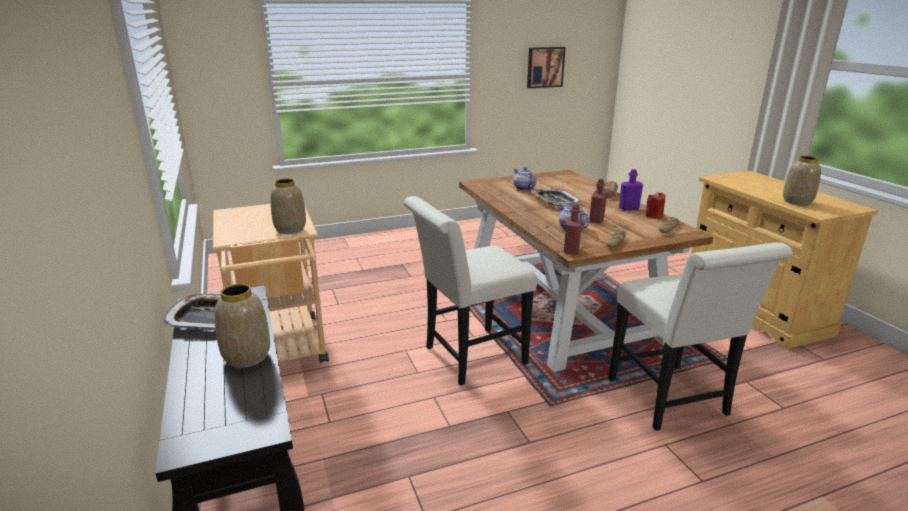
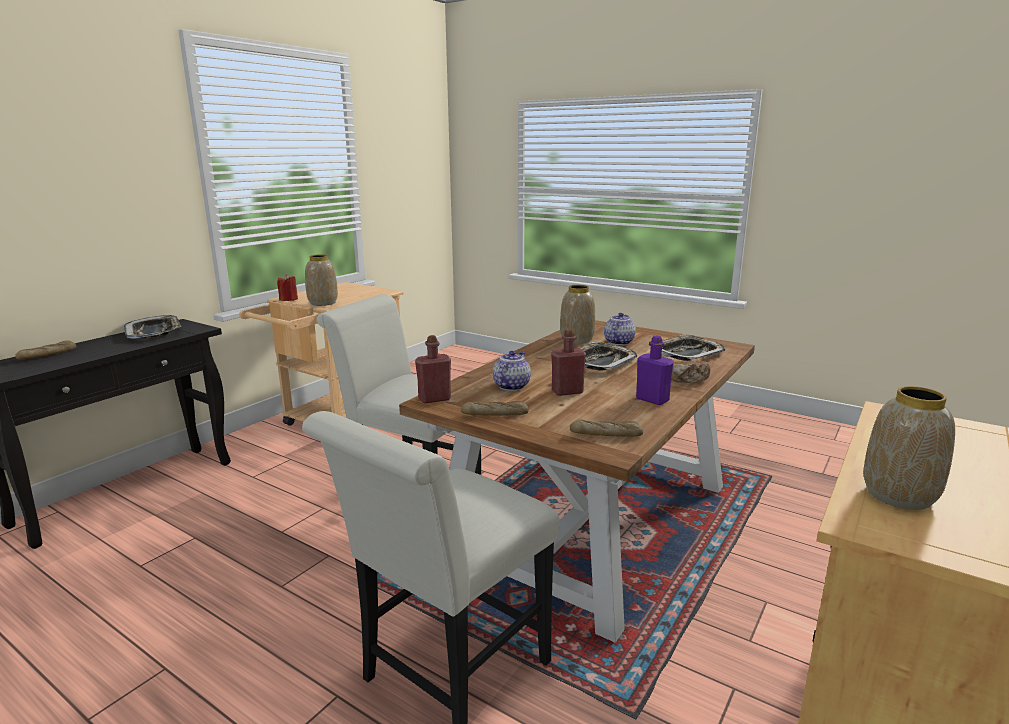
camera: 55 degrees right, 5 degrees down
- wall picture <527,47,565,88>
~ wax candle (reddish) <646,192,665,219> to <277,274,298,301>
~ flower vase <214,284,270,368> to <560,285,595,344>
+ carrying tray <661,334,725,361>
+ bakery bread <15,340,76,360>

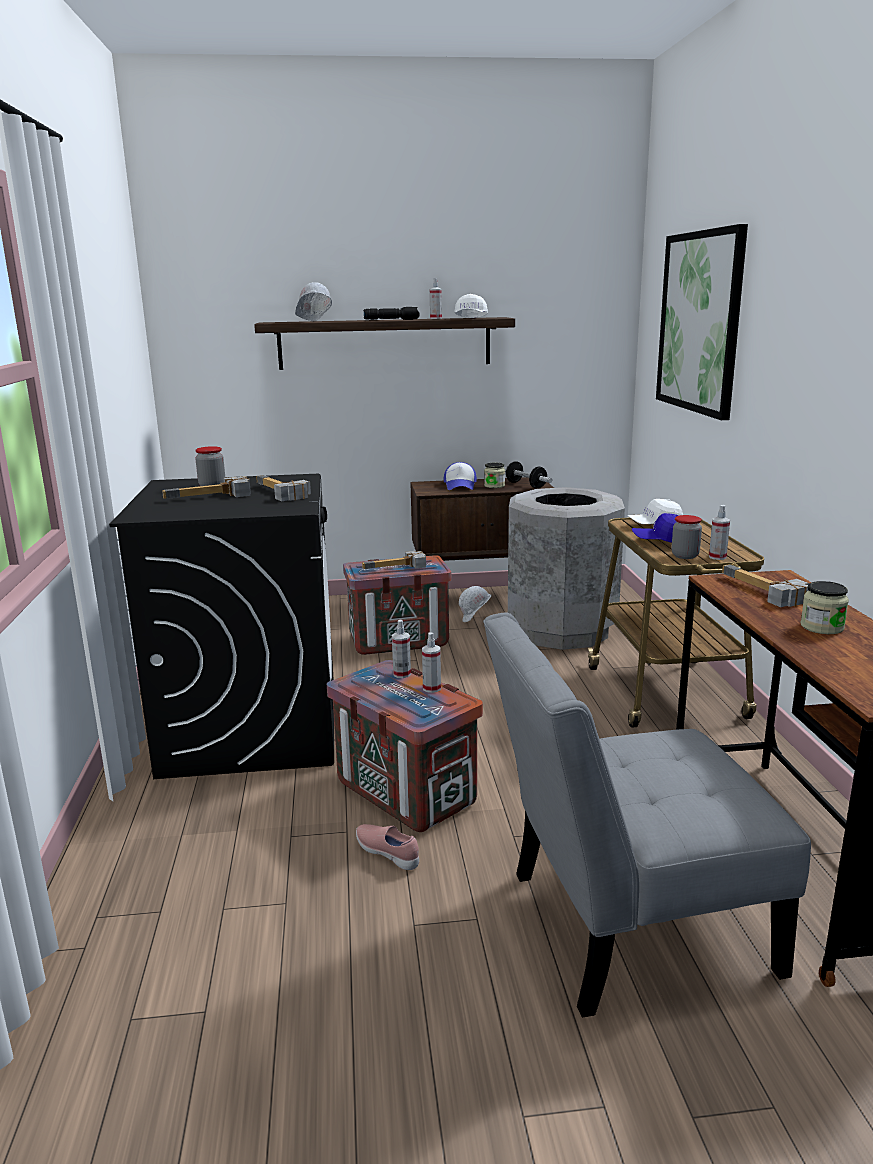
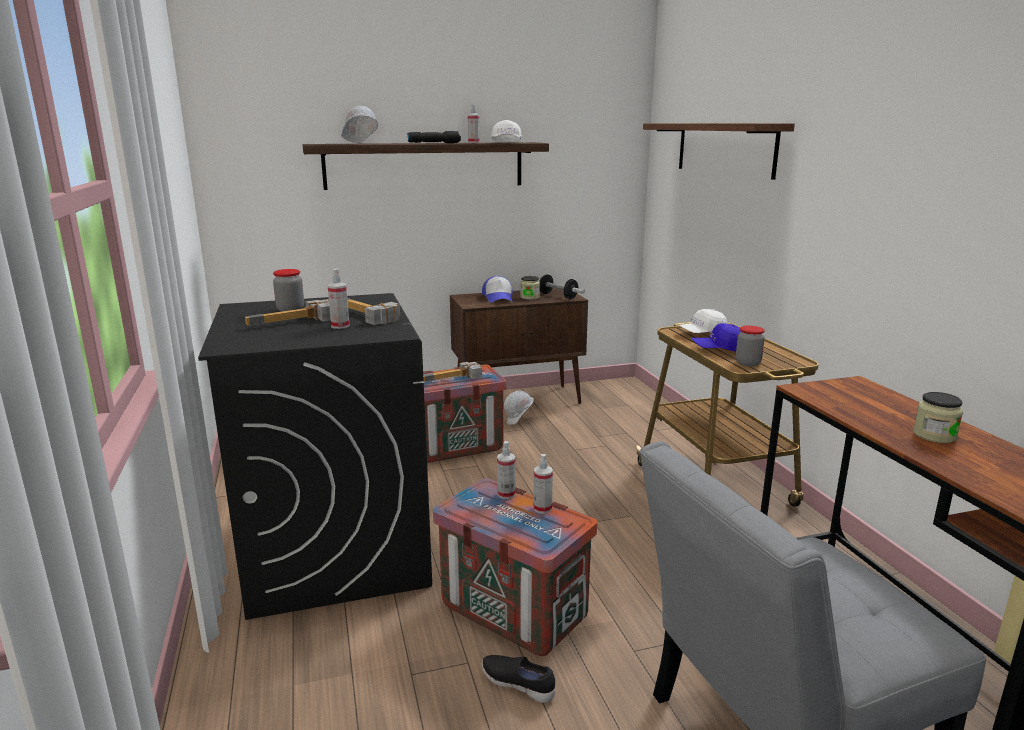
camera: 10 degrees left, 0 degrees up
~ wall picture <656,224,748,420> to bracket shelf <643,123,795,180>
- waste bin (grey) <508,487,625,650>
~ hand sprayer <709,505,730,560> to <328,268,349,329>
- hammer <722,564,809,607>
~ item of footwear (pink-coloured) <356,824,419,870> to item of footwear (black) <482,655,555,703>

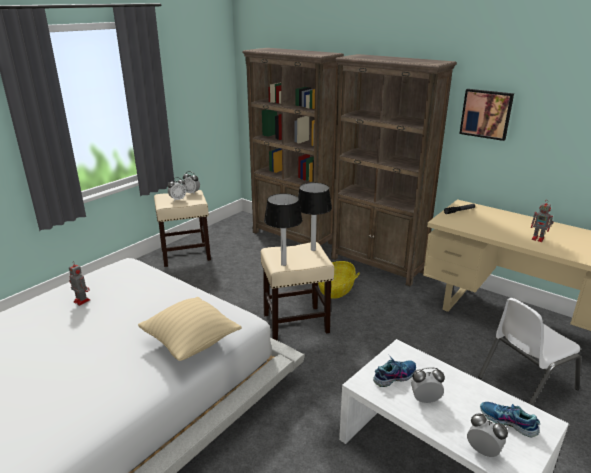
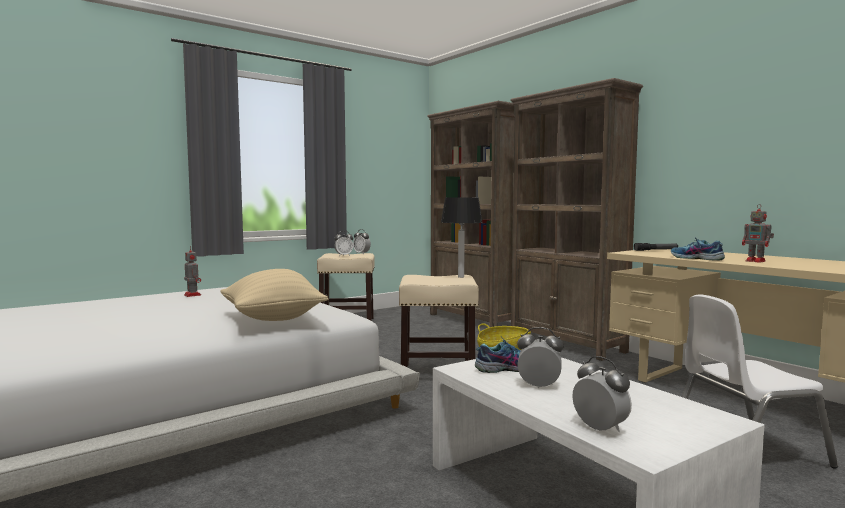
camera: 15 degrees right, 20 degrees down
- wall picture <459,89,514,141>
- table lamp <264,193,302,266>
~ item of footwear <480,402,540,437> to <671,238,725,261>

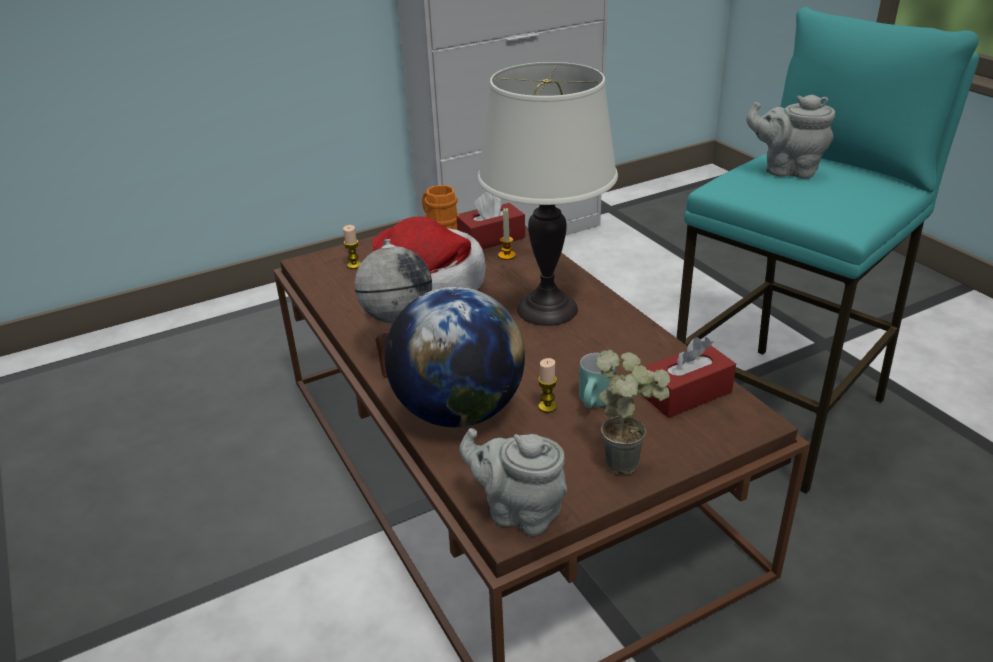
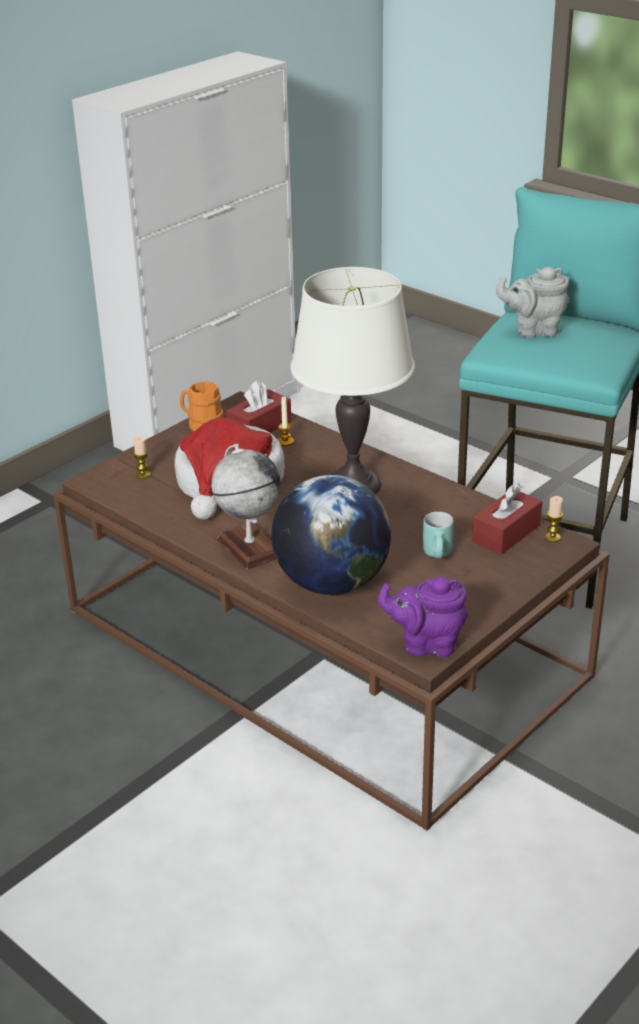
camera: 20 degrees left, 0 degrees up
- potted plant <597,350,670,475>
~ wax candle <538,358,557,413> to <545,496,563,542>
~ tea pot (grey) <459,428,567,536> to tea pot (purplish) <377,576,468,657>

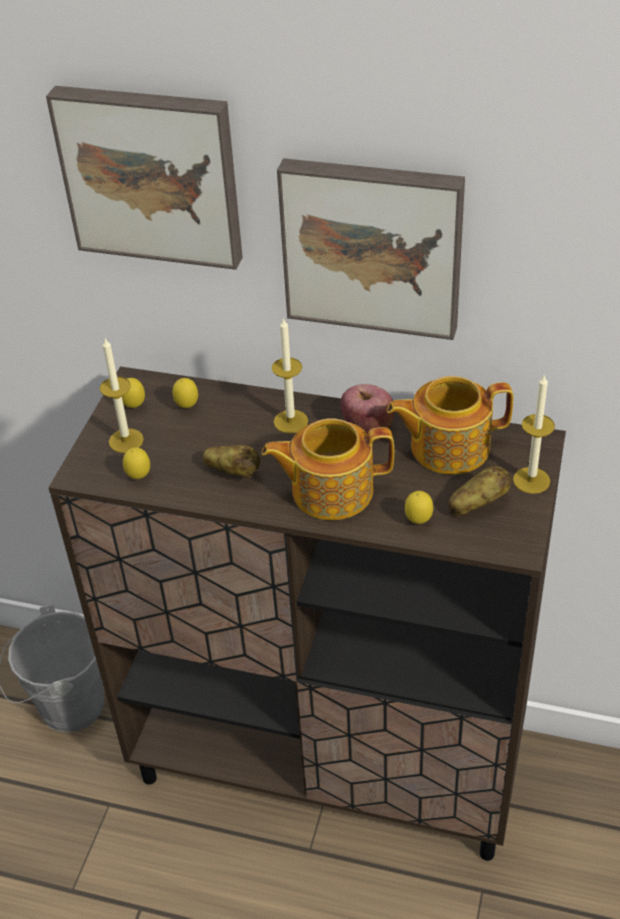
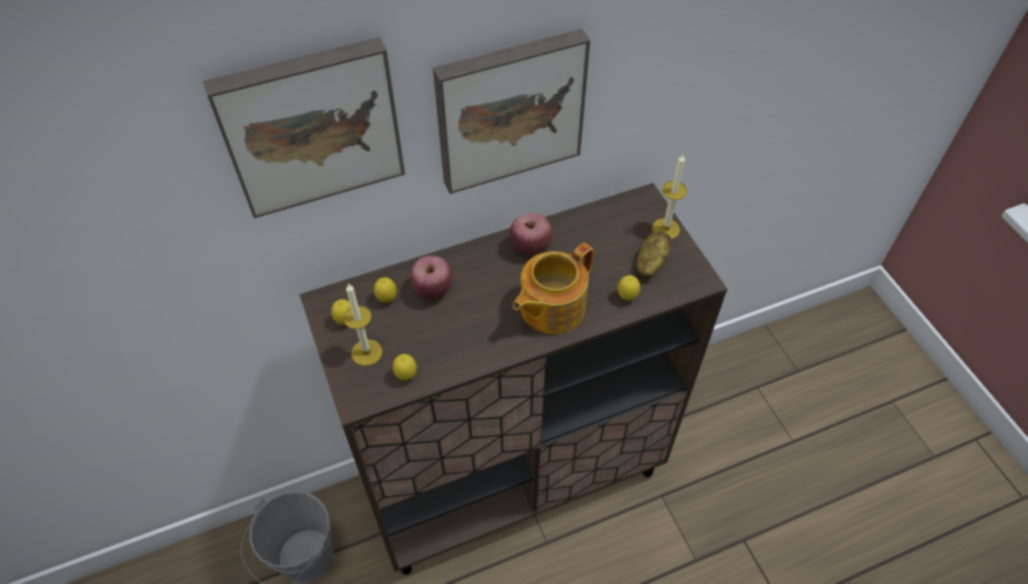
camera: 40 degrees left, 10 degrees up
- wax candle <272,317,308,434>
- tea pot <387,376,513,475>
- potato <203,445,261,478>
+ apple fruit <410,255,453,299>

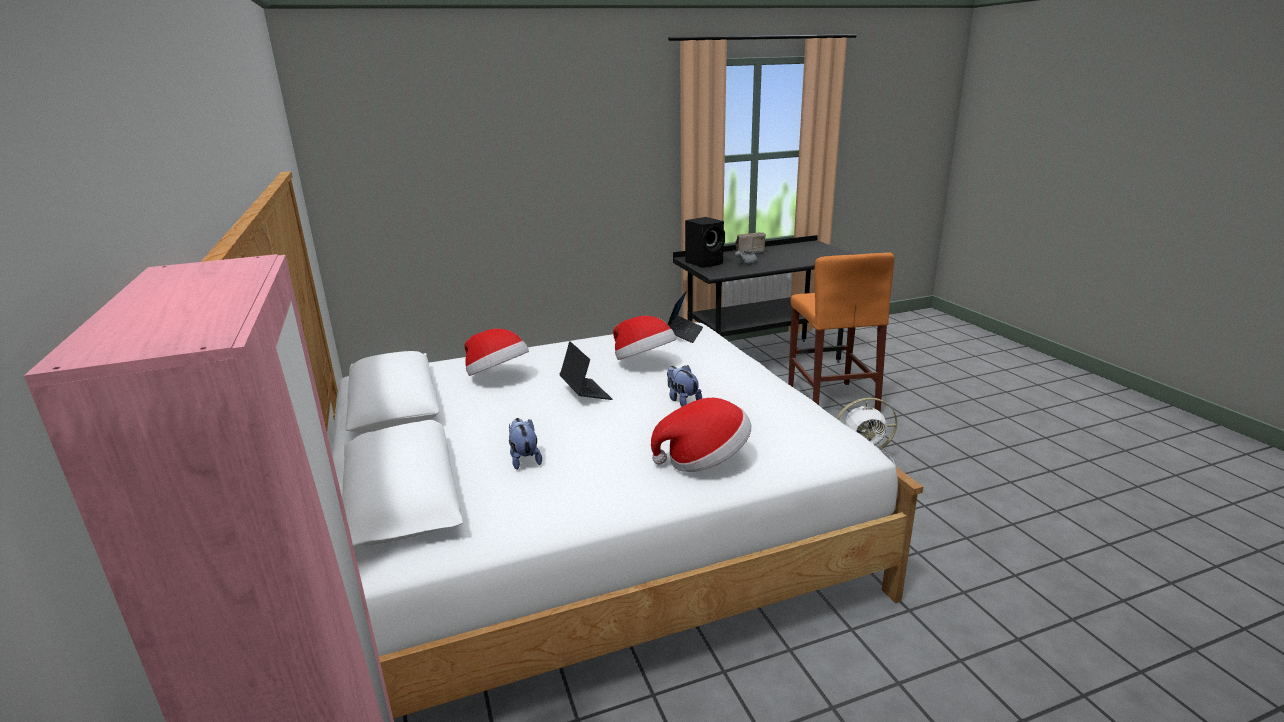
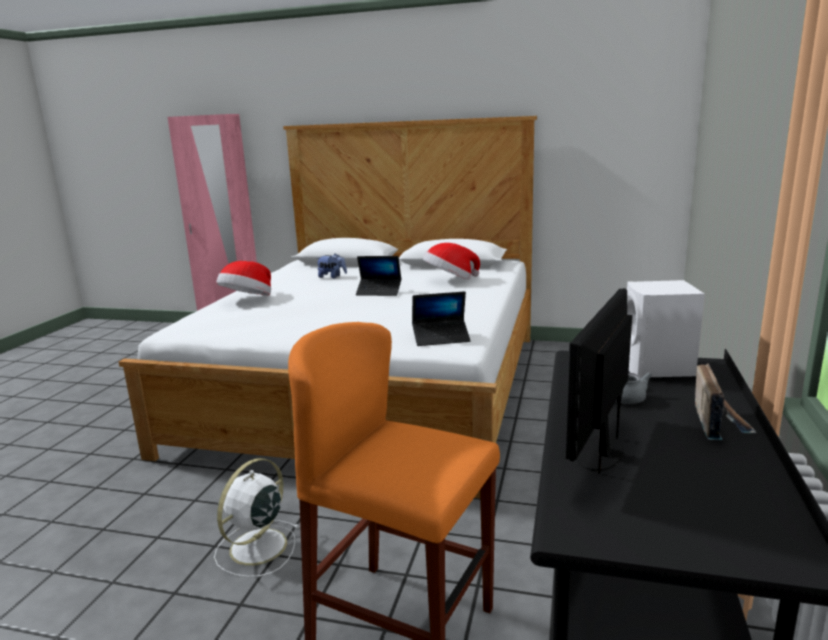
camera: 125 degrees right, 5 degrees down
~ audio speaker (black) <685,217,725,268> to audio speaker (white) <627,280,705,378>
~ portable computer <668,290,703,343> = <412,291,471,346> 60 degrees counterclockwise
- wearable hat <613,316,676,360>
- cuddly toy <667,365,702,407>
+ computer display <566,288,632,474>

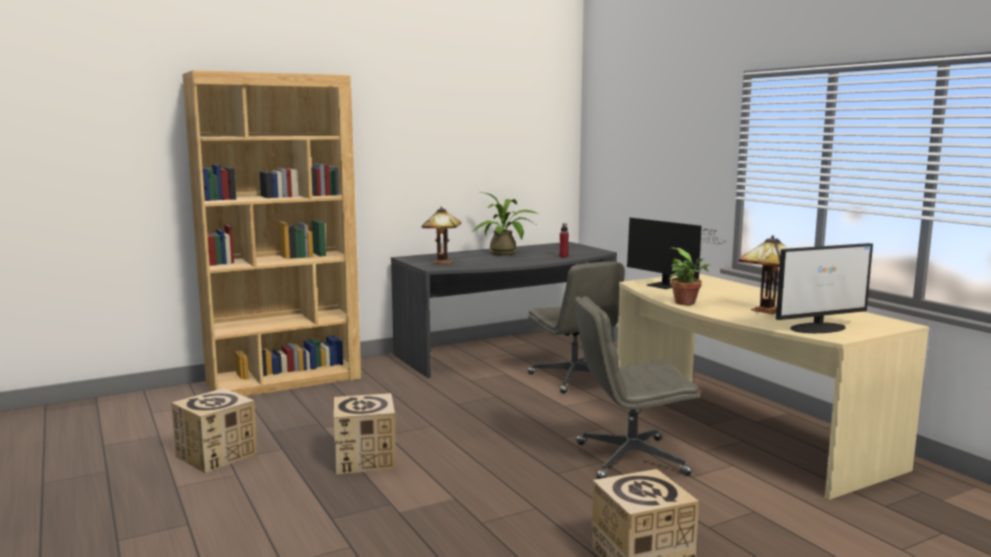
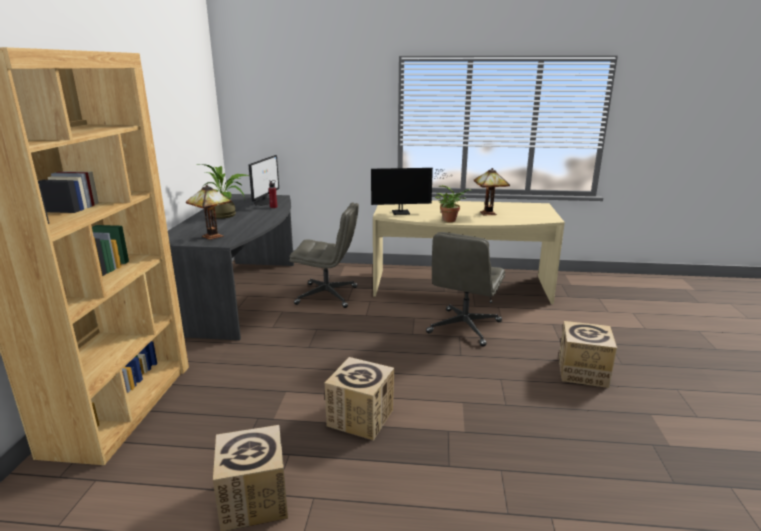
camera: 55 degrees left, 10 degrees up
~ computer display <776,243,873,333> to <248,155,279,206>

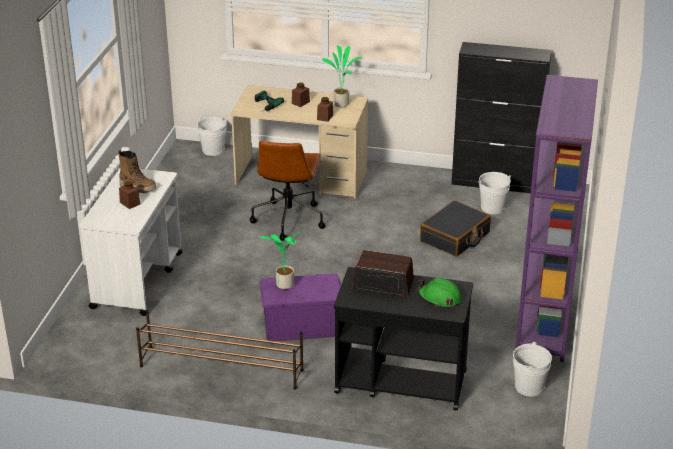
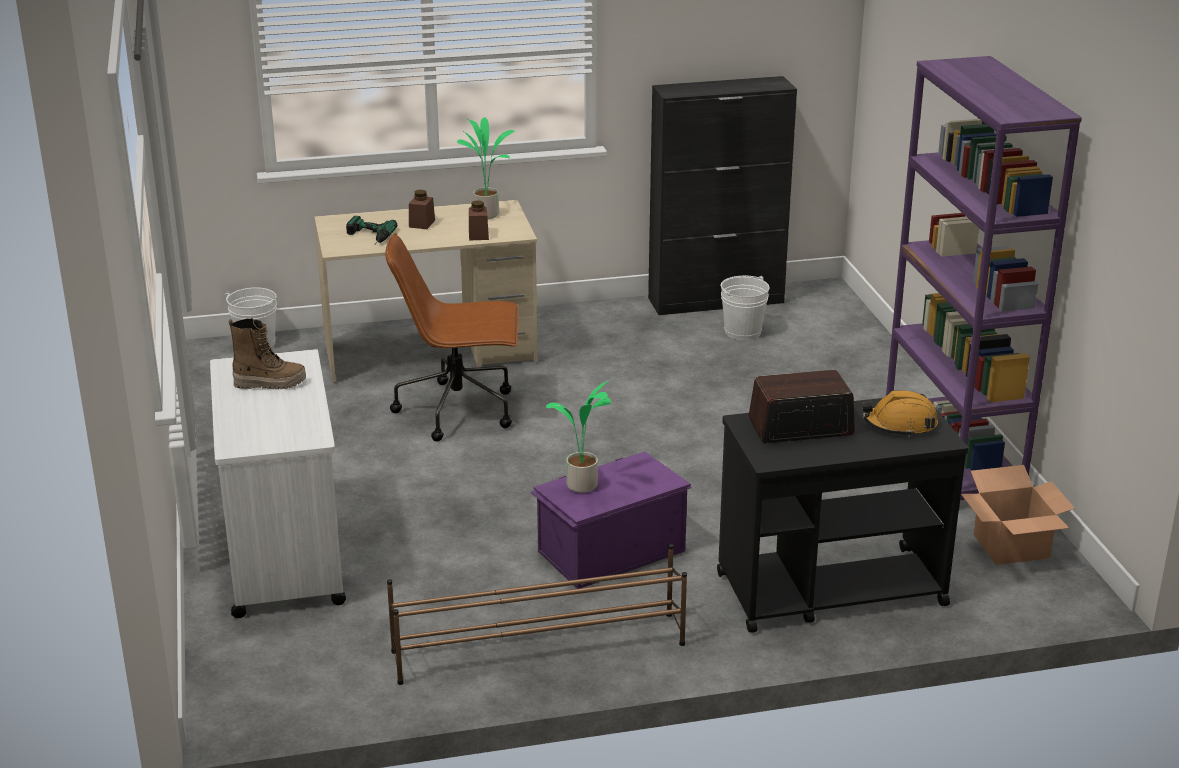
camera: 25 degrees left, 5 degrees down
~ computer chair (brown-coloured) <250,141,326,241> = <385,233,519,441> 105 degrees clockwise
- storage jar (brown-coloured) <119,181,140,209>
- suitcase (black) <420,200,491,257>
~ hard hat (green-coloured) <418,278,462,307> to hard hat (orangey) <862,390,938,437>
~ pail (white) <513,342,552,397> to carton <961,465,1075,565>

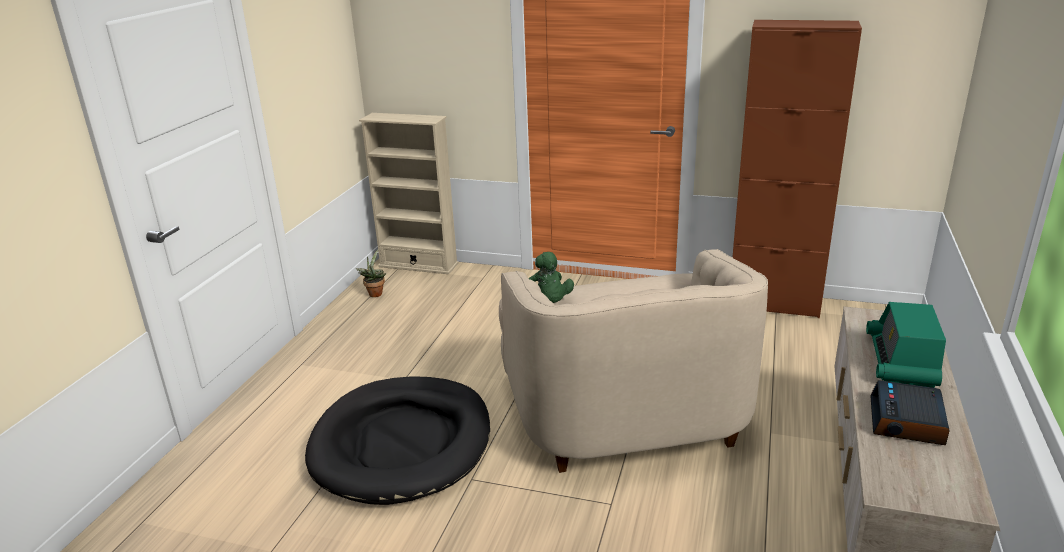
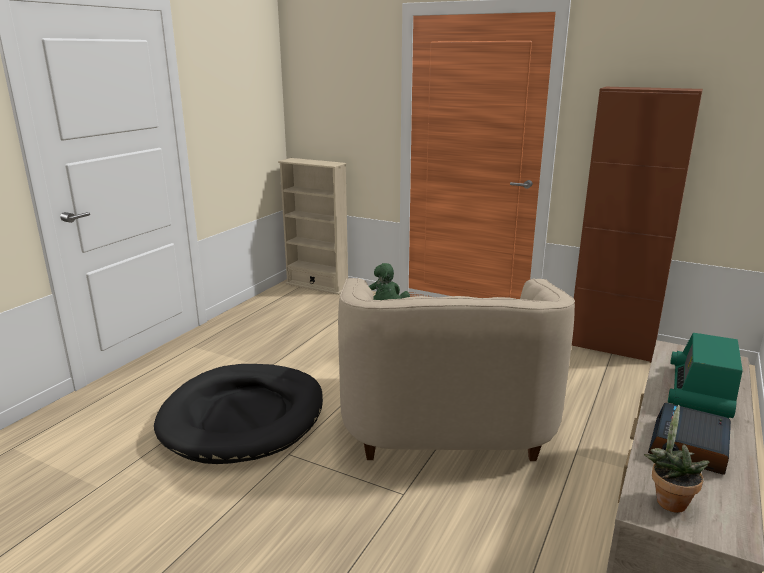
camera: 10 degrees right, 5 degrees down
~ potted plant <356,249,386,297> to <644,405,710,513>

